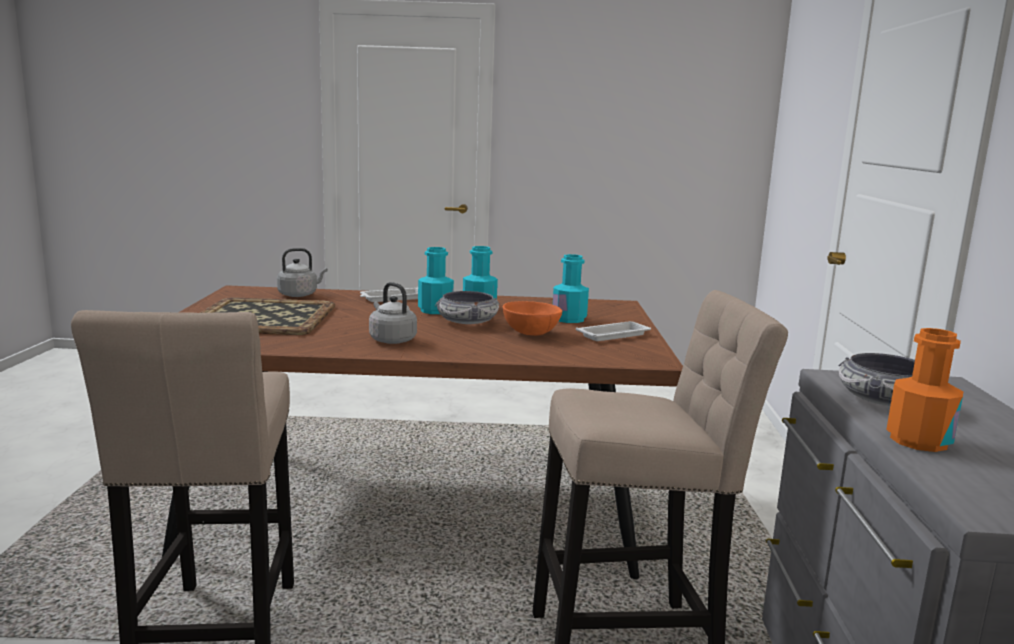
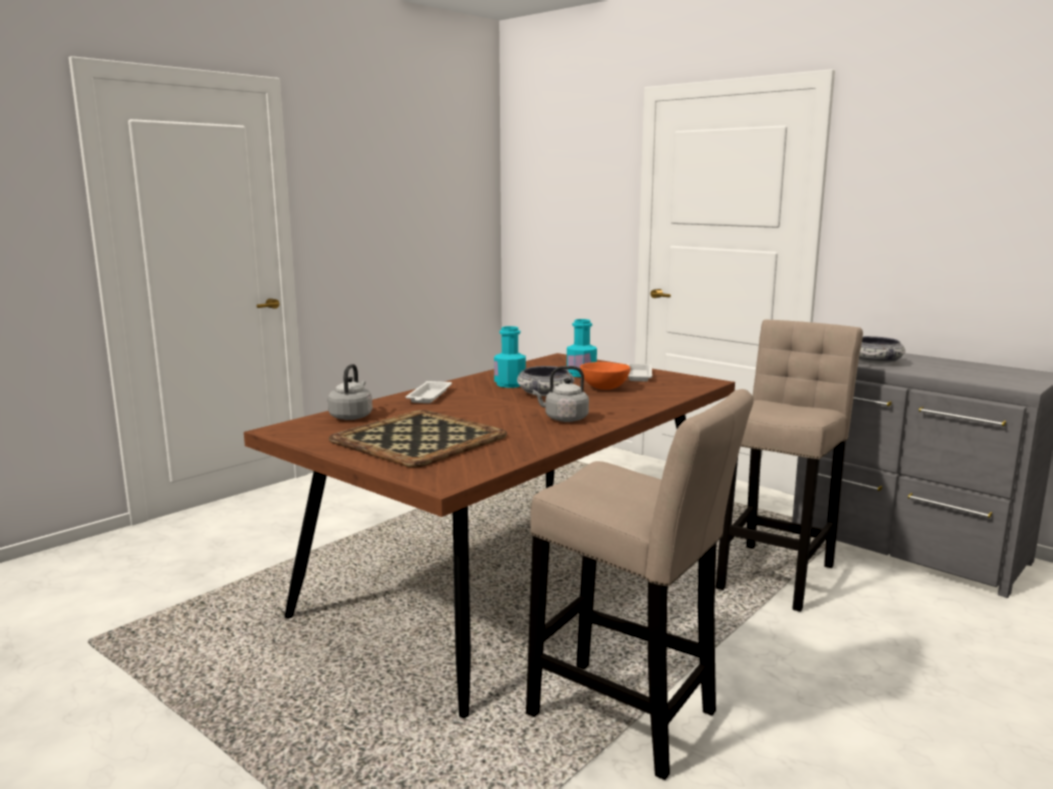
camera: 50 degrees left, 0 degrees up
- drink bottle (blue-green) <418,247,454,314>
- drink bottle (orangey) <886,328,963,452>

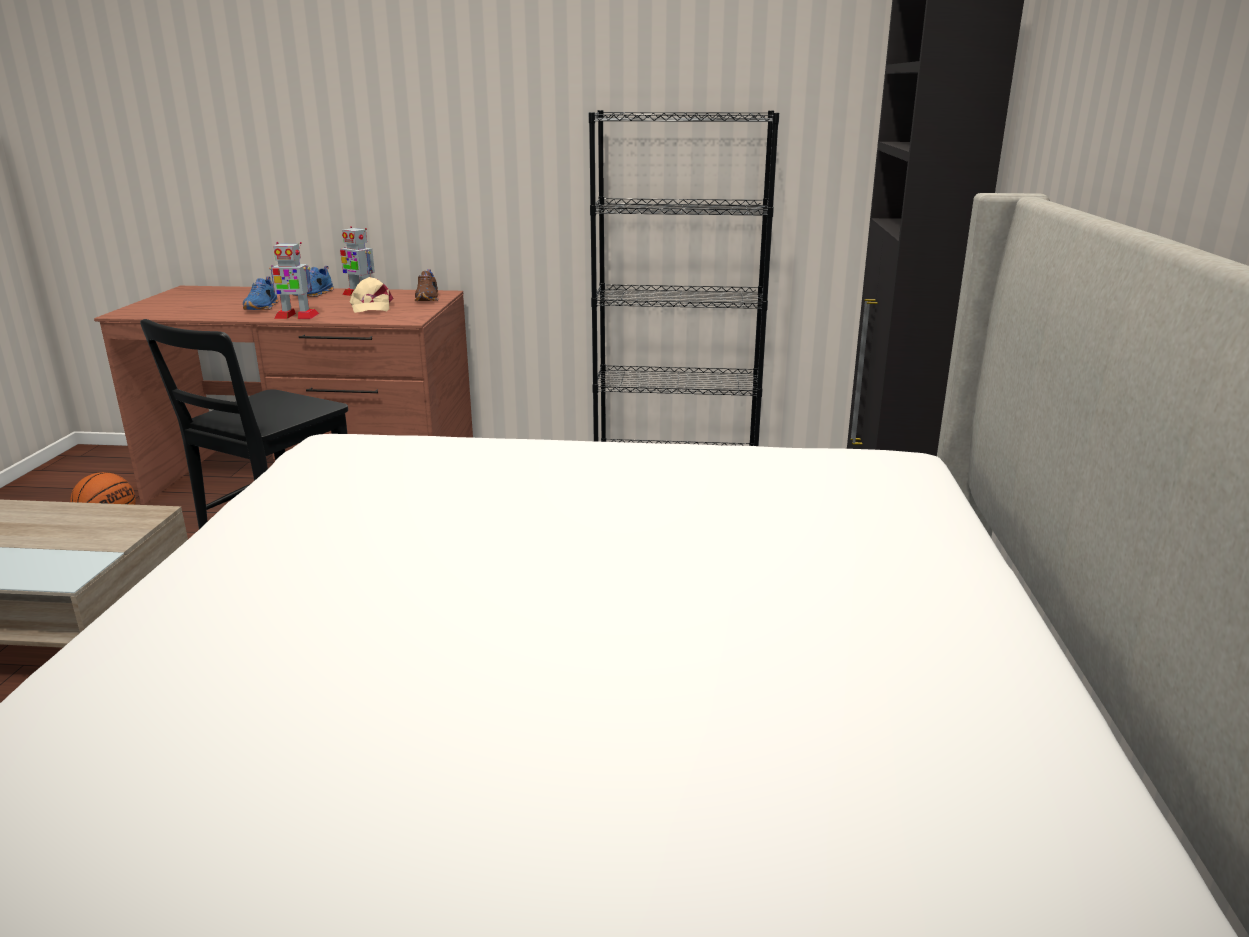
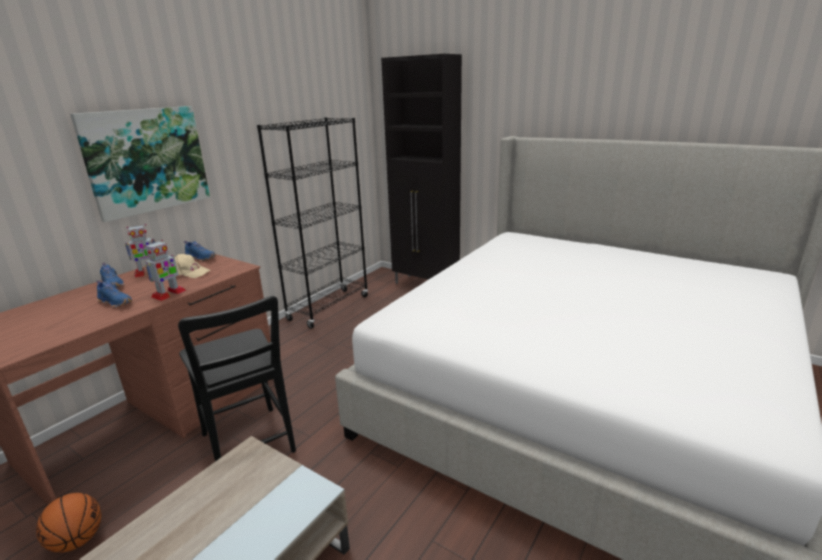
camera: 60 degrees left, 0 degrees up
~ item of footwear (brown-coloured) <415,269,438,301> to item of footwear (blue) <184,241,216,261>
+ wall picture <70,106,210,222>

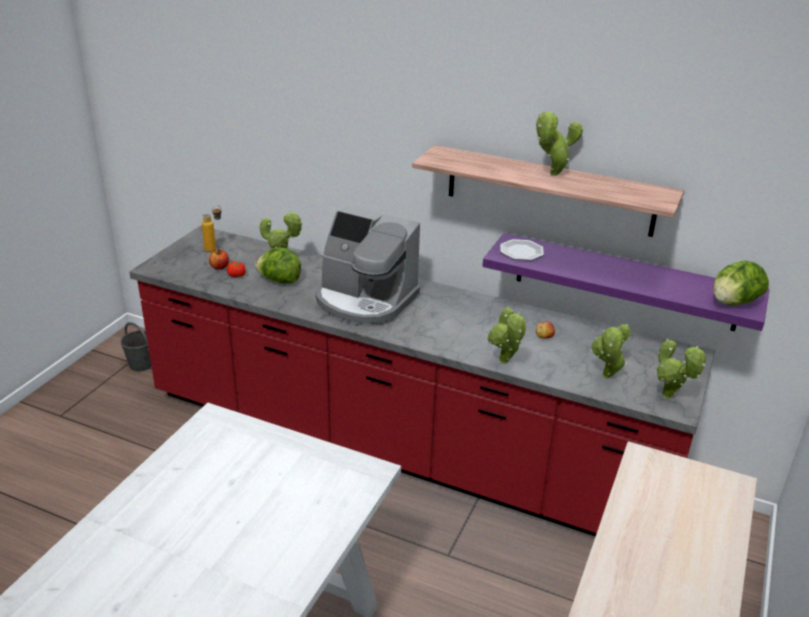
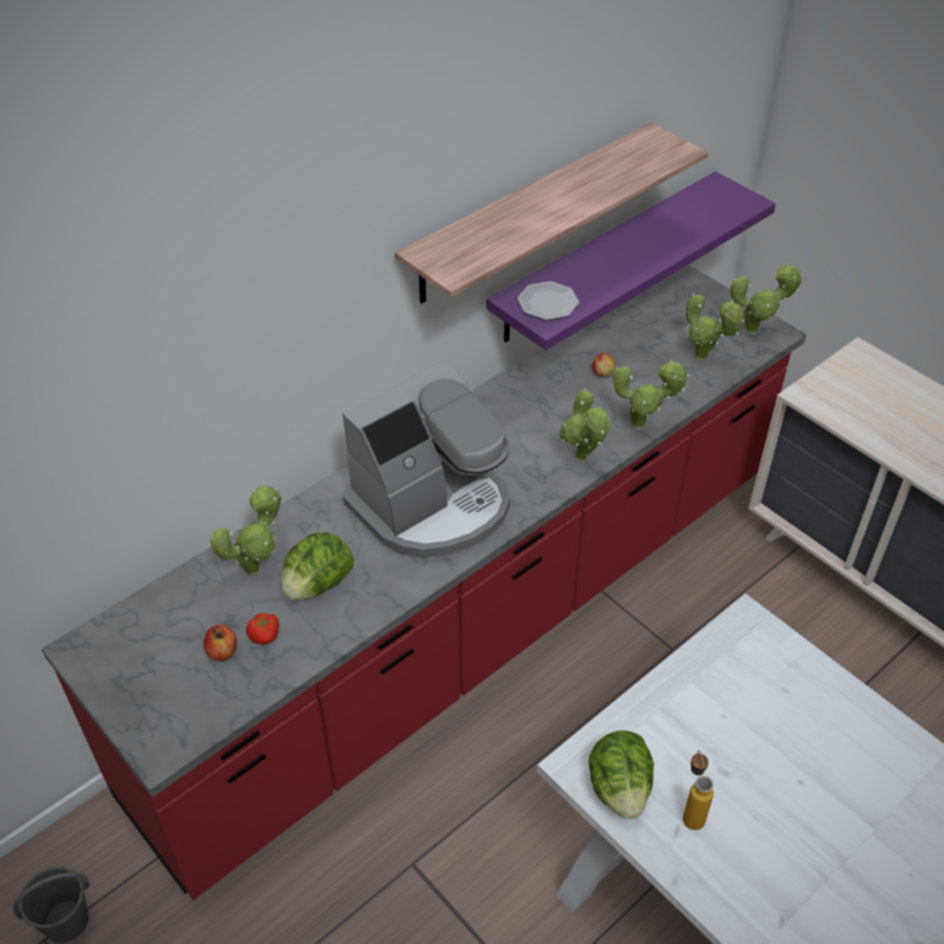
camera: 65 degrees left, 15 degrees up
~ potted plant <536,112,583,176> to <560,388,610,461>
~ drink bottle <202,205,222,252> to <683,750,714,830>
~ lettuce <713,261,769,306> to <588,731,654,819>

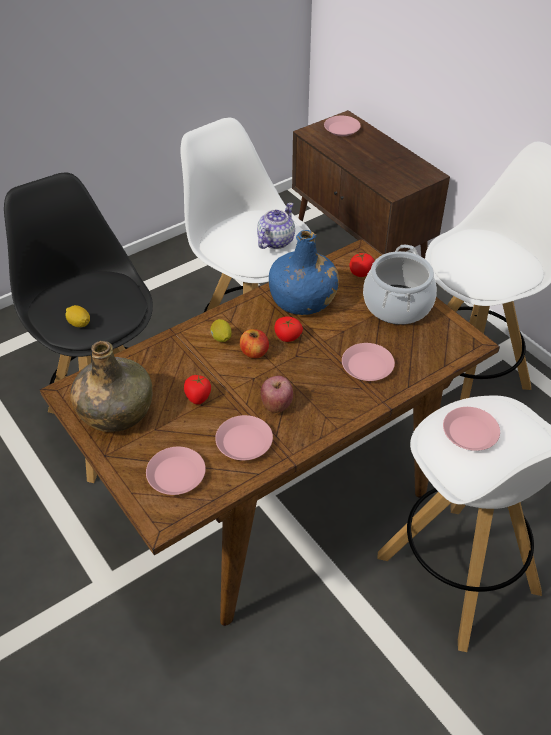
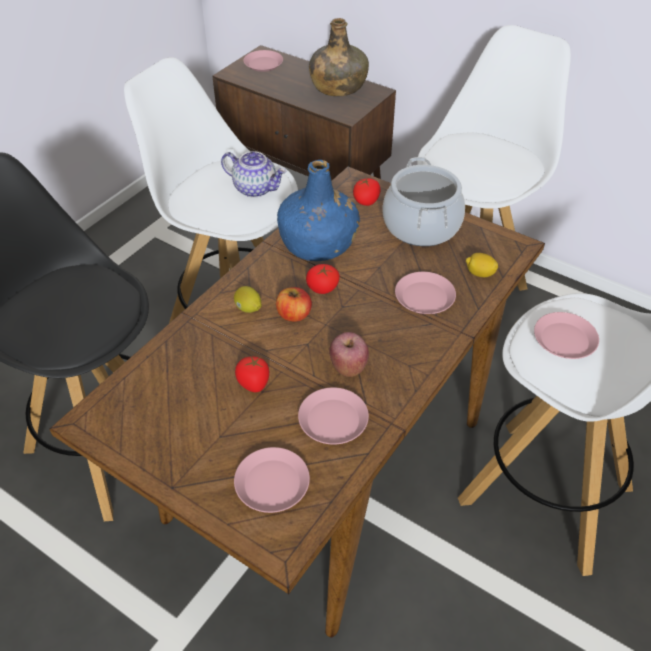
camera: 20 degrees left, 0 degrees up
~ tea pot <257,203,295,249> = <221,151,287,197> 105 degrees clockwise
~ lemon <65,305,90,327> to <466,253,498,277>
~ drink bottle (green-coloured) <70,341,153,432> to <309,18,369,96>

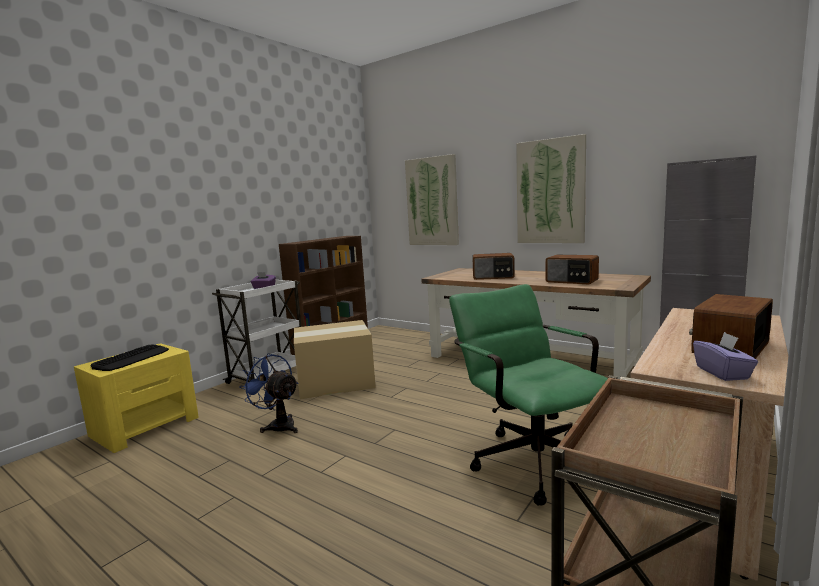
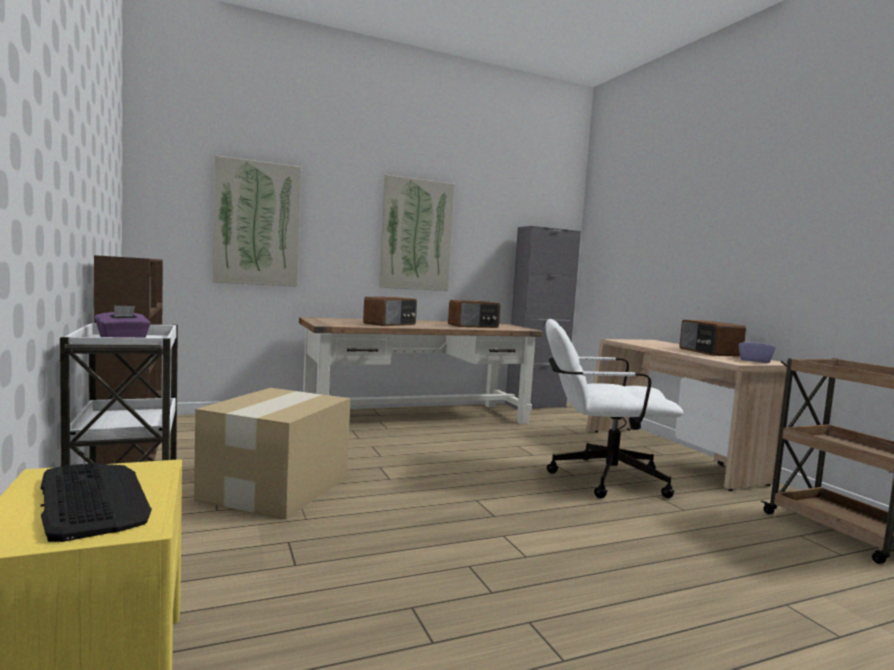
camera: 60 degrees left, 5 degrees down
~ computer chair (green-coloured) <449,284,608,506> to computer chair (white) <546,319,683,498>
- cooling fan (blue) <239,353,298,433>

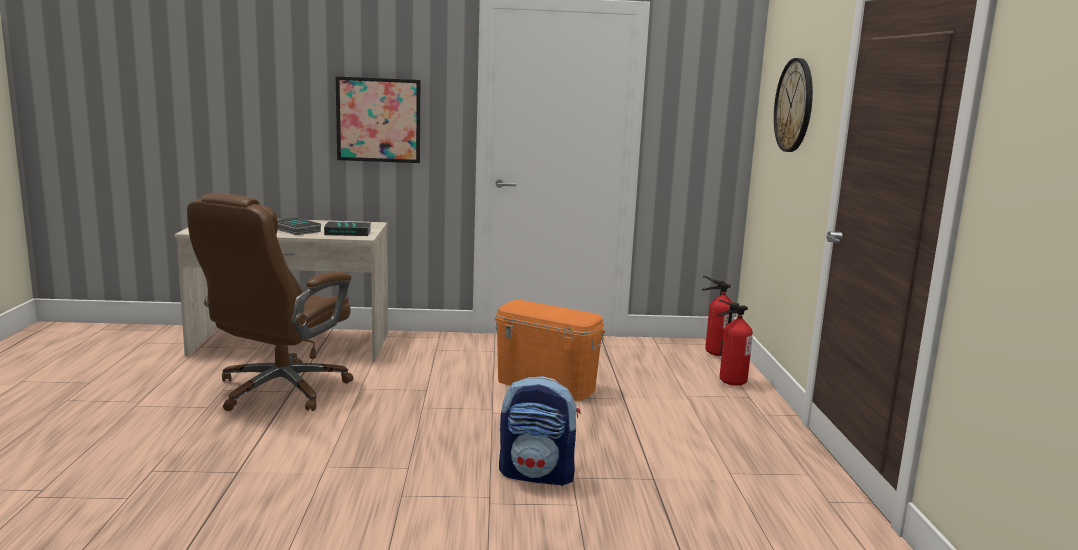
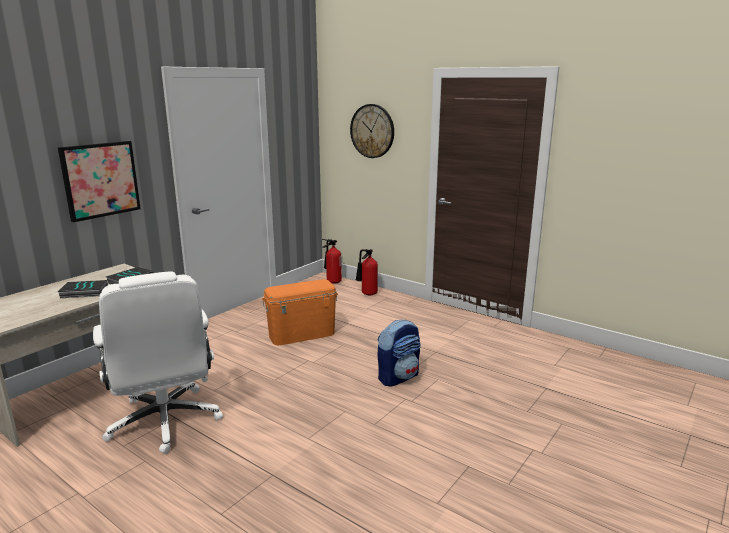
camera: 50 degrees left, 5 degrees up
~ computer chair (brown-coloured) <187,193,353,411> to computer chair (white) <93,271,223,454>

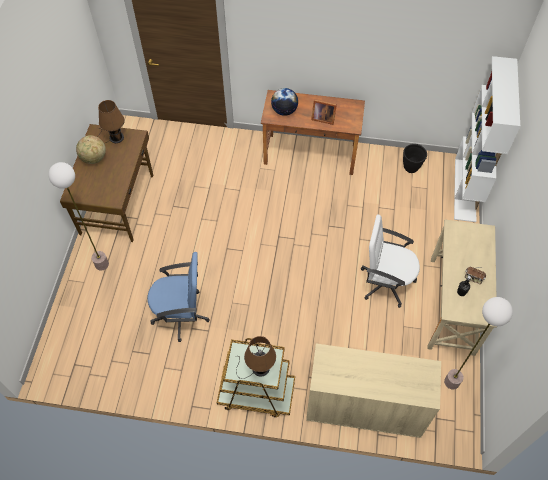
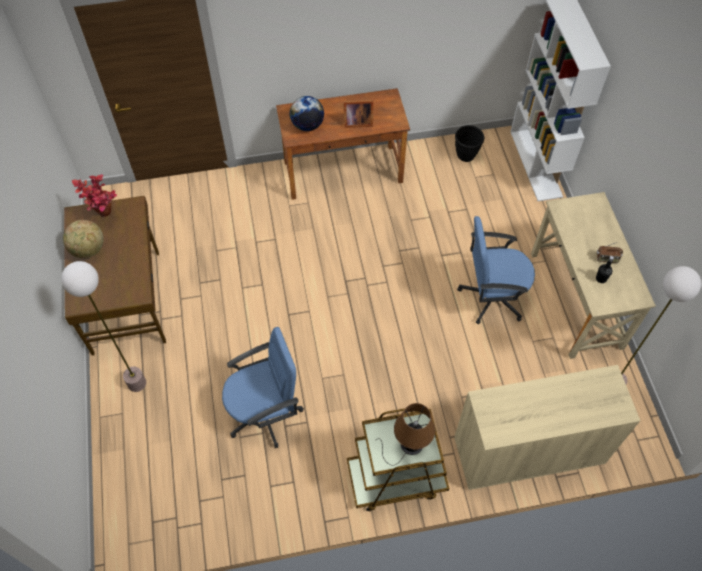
camera: 20 degrees left, 0 degrees up
~ table lamp (brown-coloured) <97,100,125,143> to potted plant <72,174,117,217>
~ computer chair (white) <361,214,420,308> to computer chair (blue) <457,216,535,324>

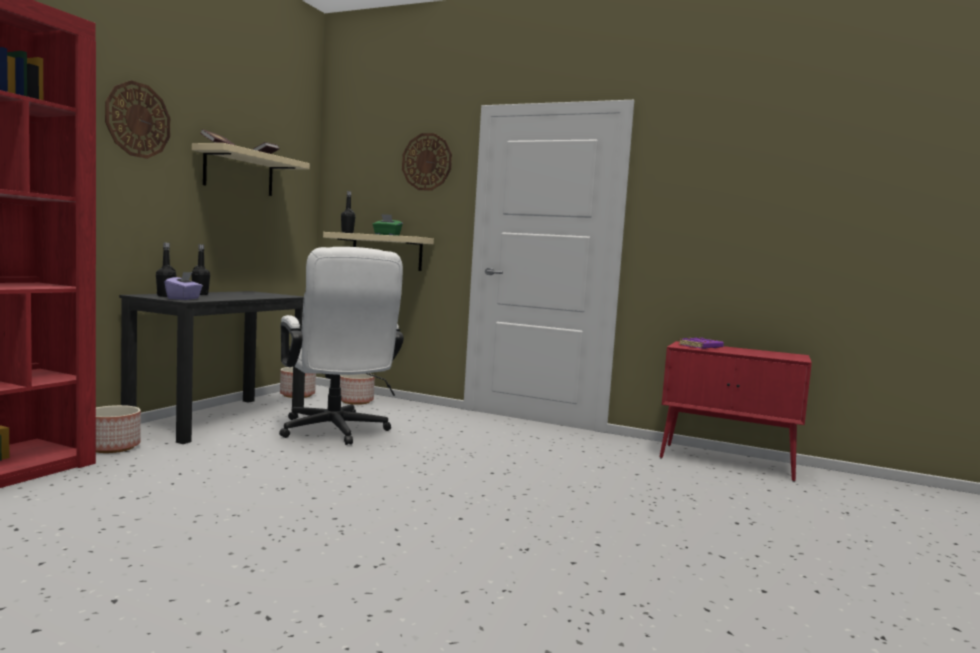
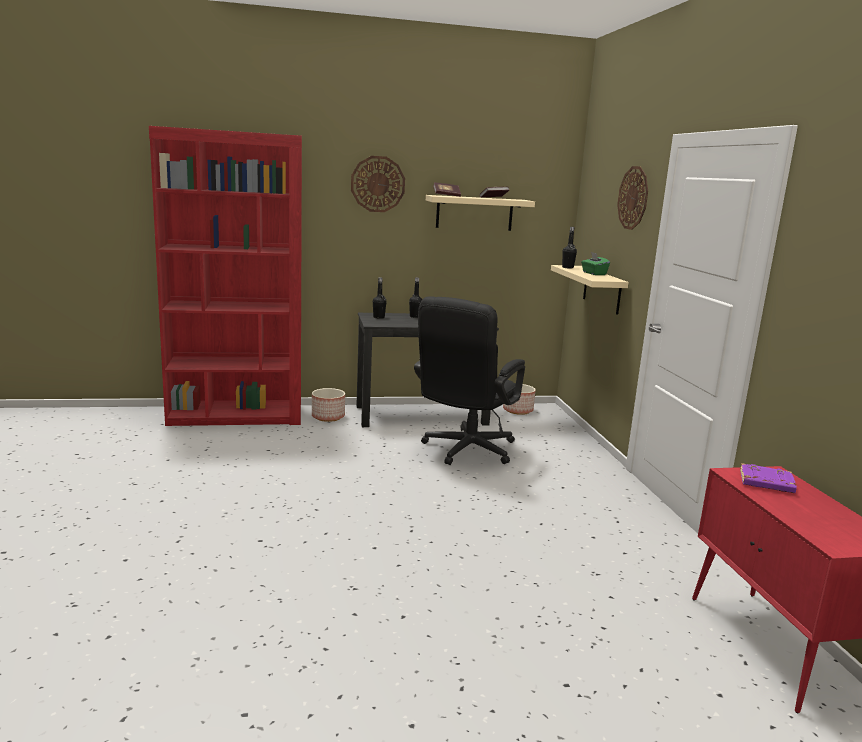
camera: 55 degrees right, 10 degrees up
~ computer chair (white) <279,247,404,445> to computer chair (black) <414,296,525,465>
- tissue holder (purplish) <165,272,203,300>
- plant pot <340,373,375,405>

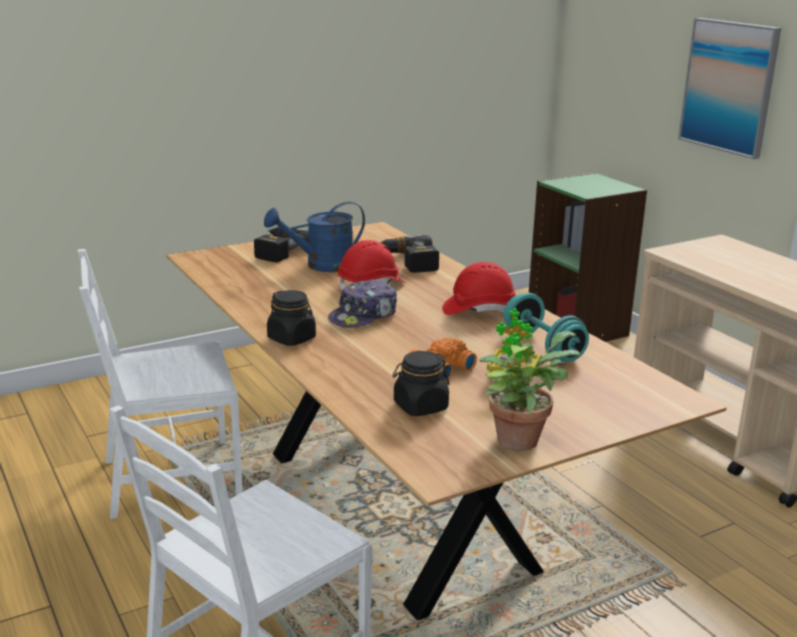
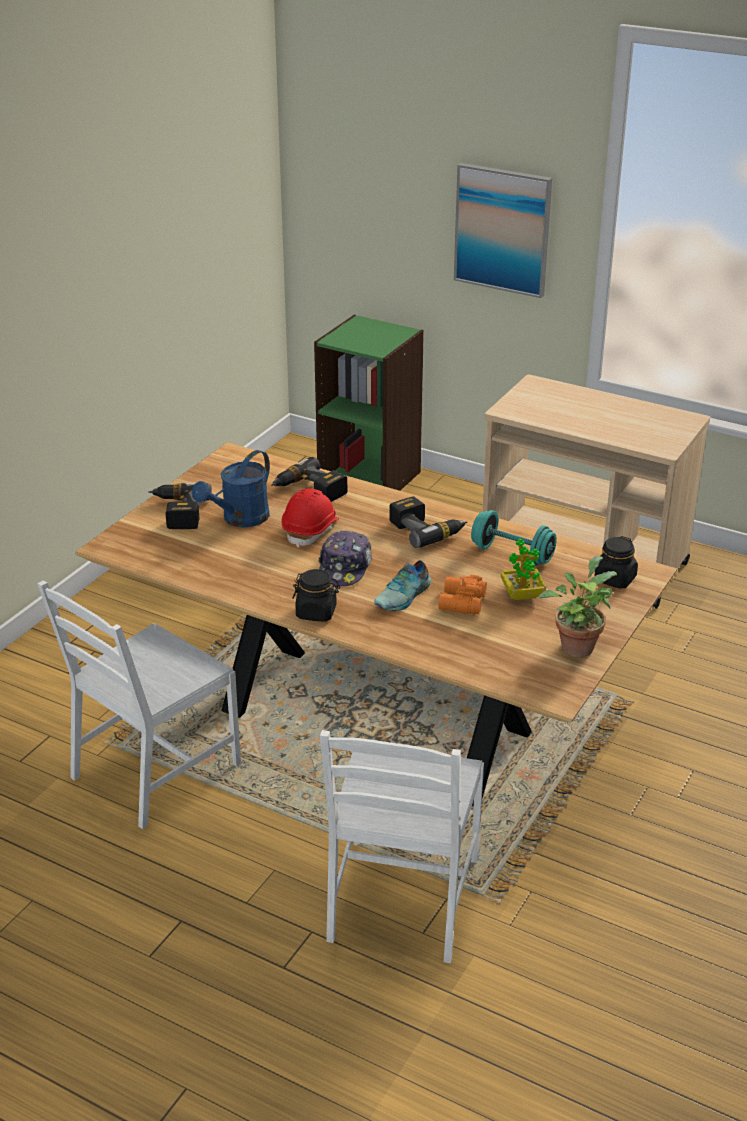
camera: 30 degrees left, 10 degrees up
~ hard hat (reddish) <442,262,516,315> to power drill <389,496,467,548>
~ storage jar (black) <393,351,450,416> to <595,536,638,589>
+ item of footwear <375,560,431,611>

